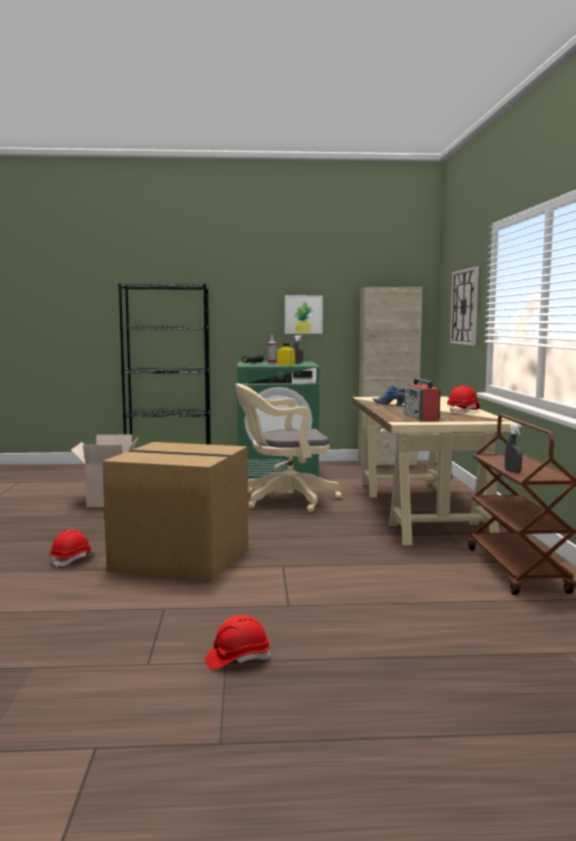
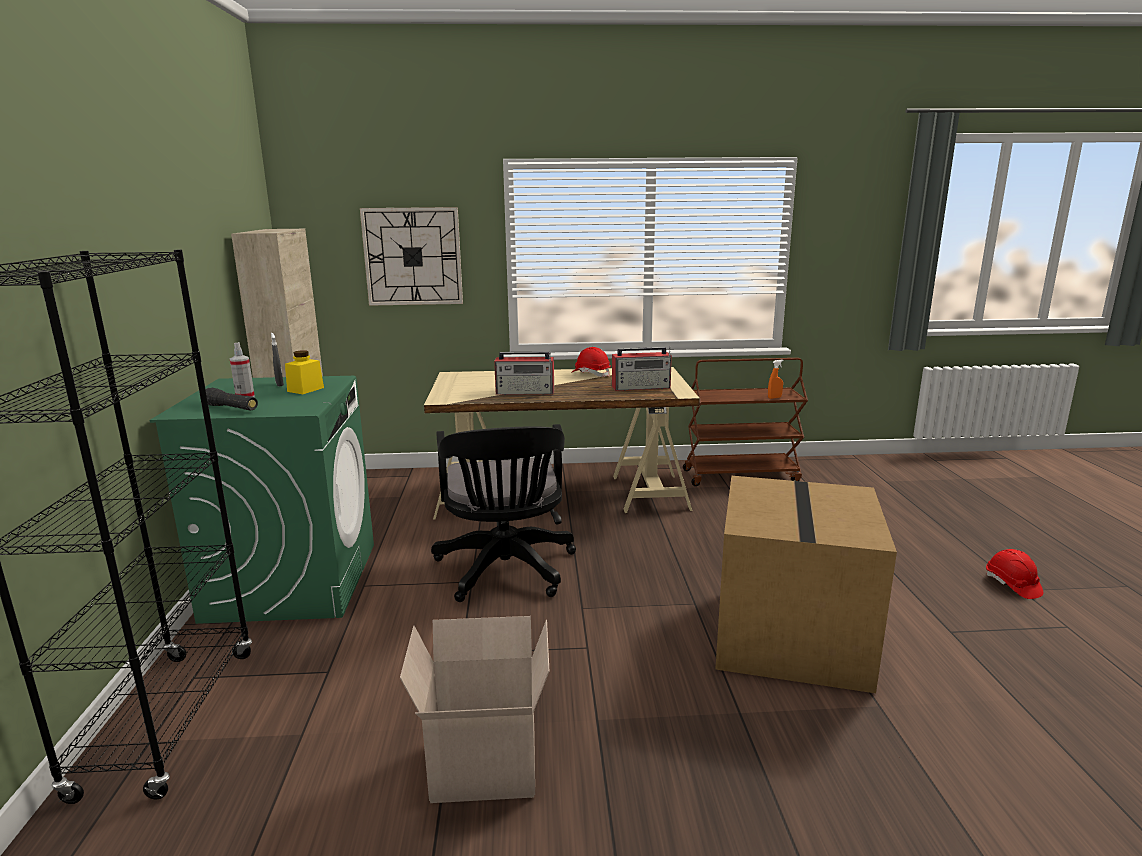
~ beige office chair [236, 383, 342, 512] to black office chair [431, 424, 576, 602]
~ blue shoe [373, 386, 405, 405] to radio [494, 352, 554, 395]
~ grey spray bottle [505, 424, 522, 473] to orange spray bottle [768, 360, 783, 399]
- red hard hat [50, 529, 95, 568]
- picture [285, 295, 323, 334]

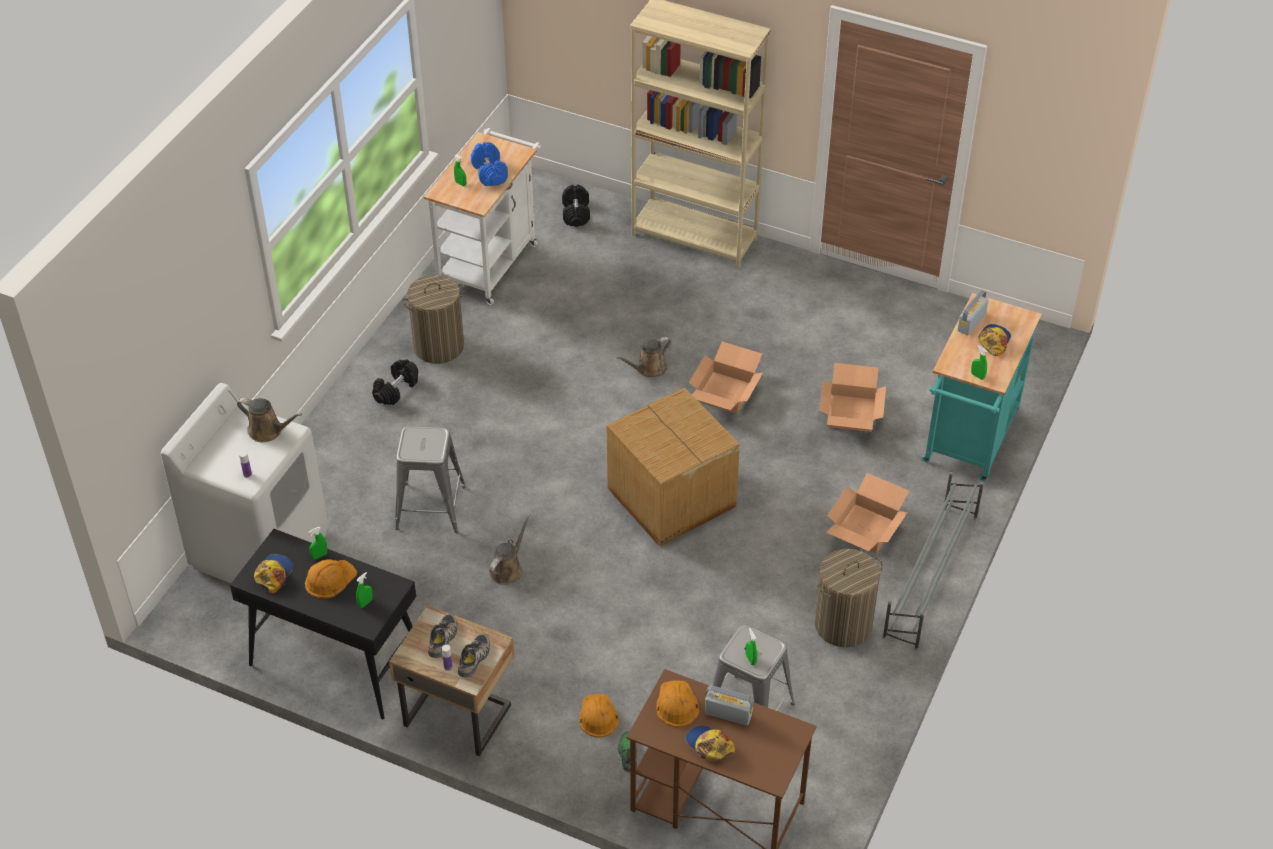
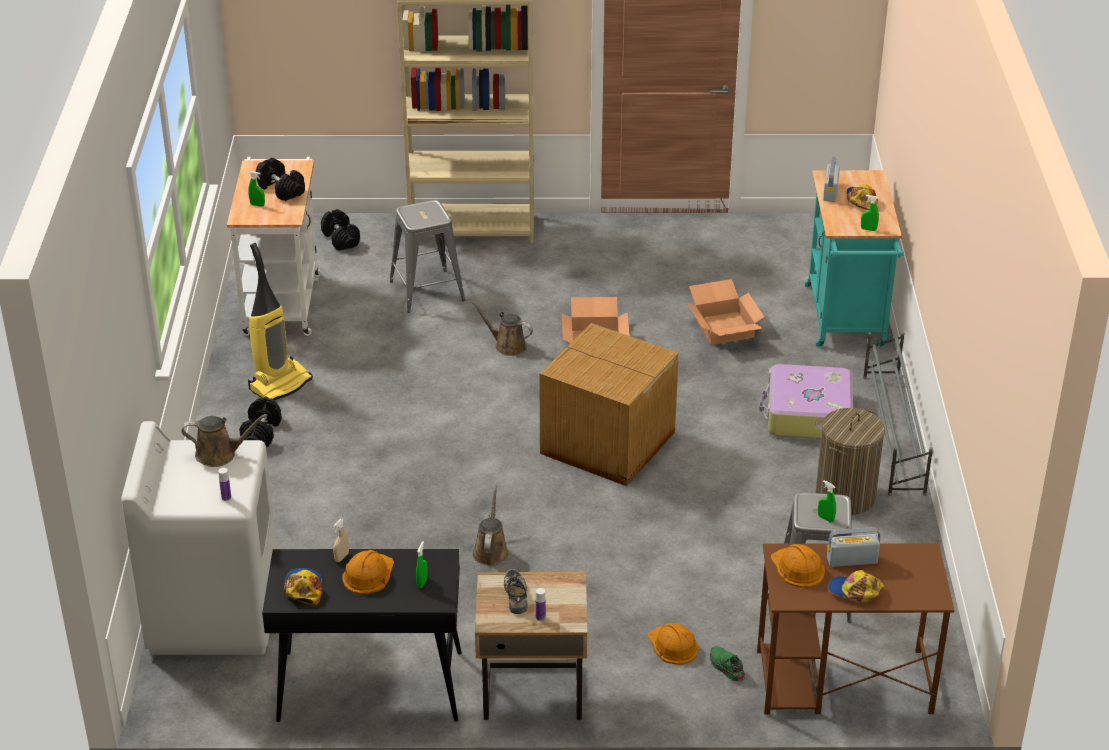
~ laundry basket [402, 275, 465, 364] to vacuum cleaner [248, 243, 313, 400]
~ blue dumbbell [471, 142, 508, 186] to black dumbbell [256, 158, 305, 201]
~ green spray bottle [308, 527, 328, 560] to beige spray bottle [333, 519, 349, 562]
~ grey stool [395, 426, 466, 533] to [390, 200, 465, 313]
~ brown watering can [617, 337, 671, 378] = [471, 300, 533, 356] 90 degrees clockwise
~ cardboard box [826, 473, 909, 554] to suitcase [759, 364, 853, 439]
- shoe [458, 633, 490, 677]

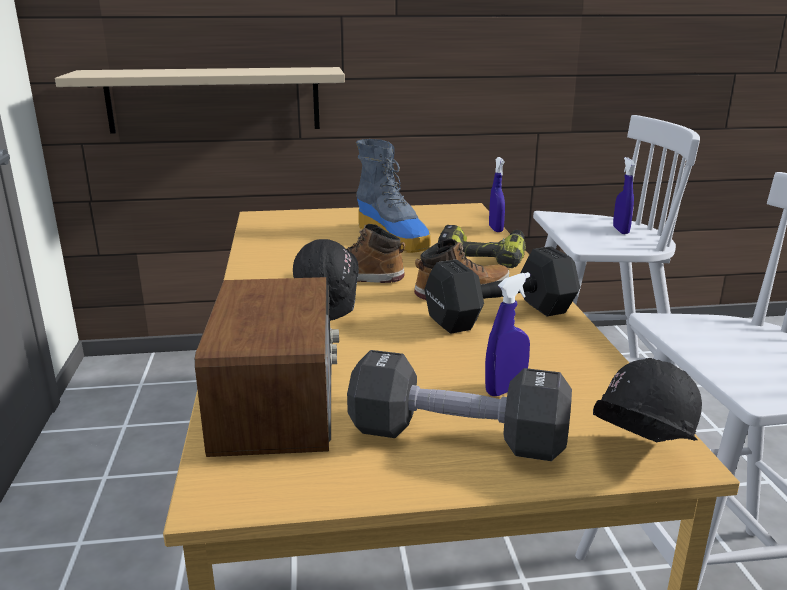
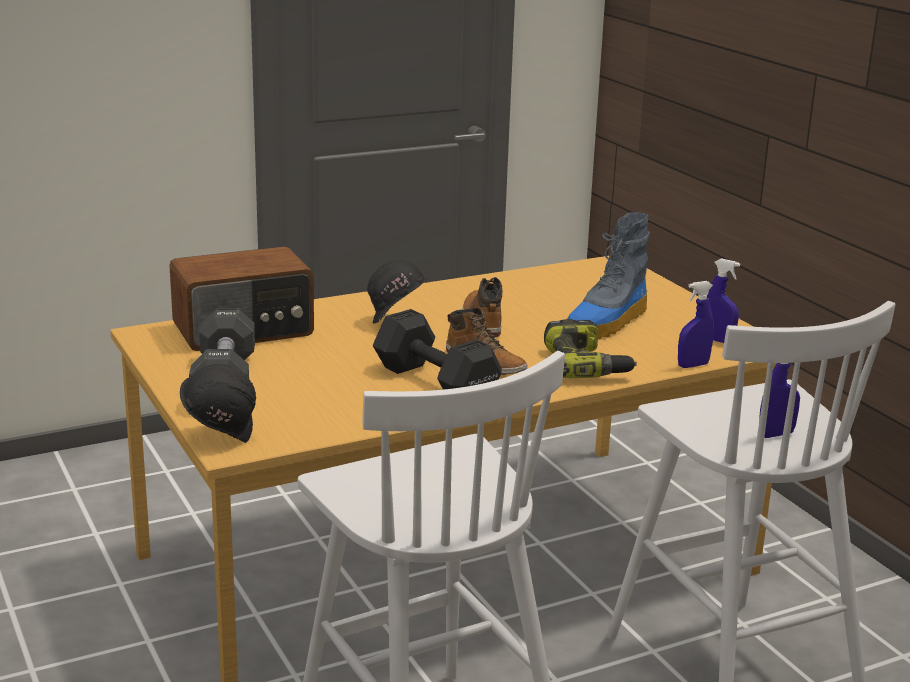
~ blue spray bottle [485, 272, 530, 396] to [707, 258, 740, 343]
- beige shelf [55, 67, 345, 134]

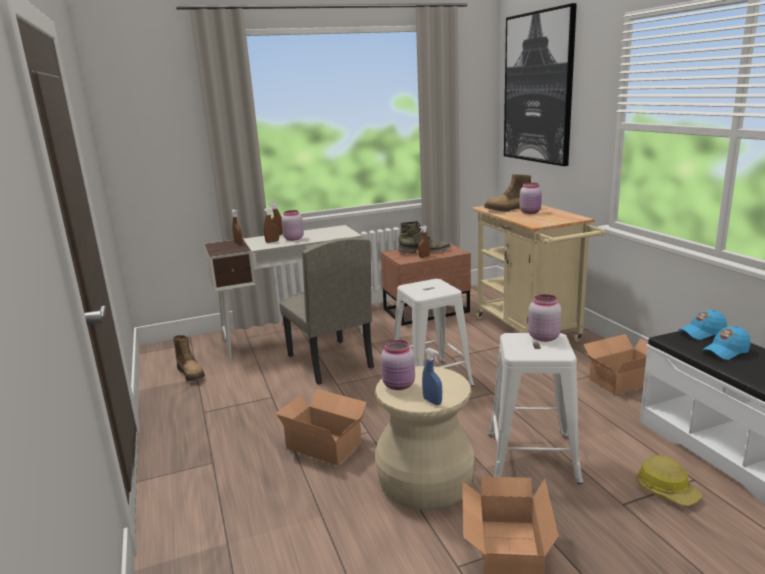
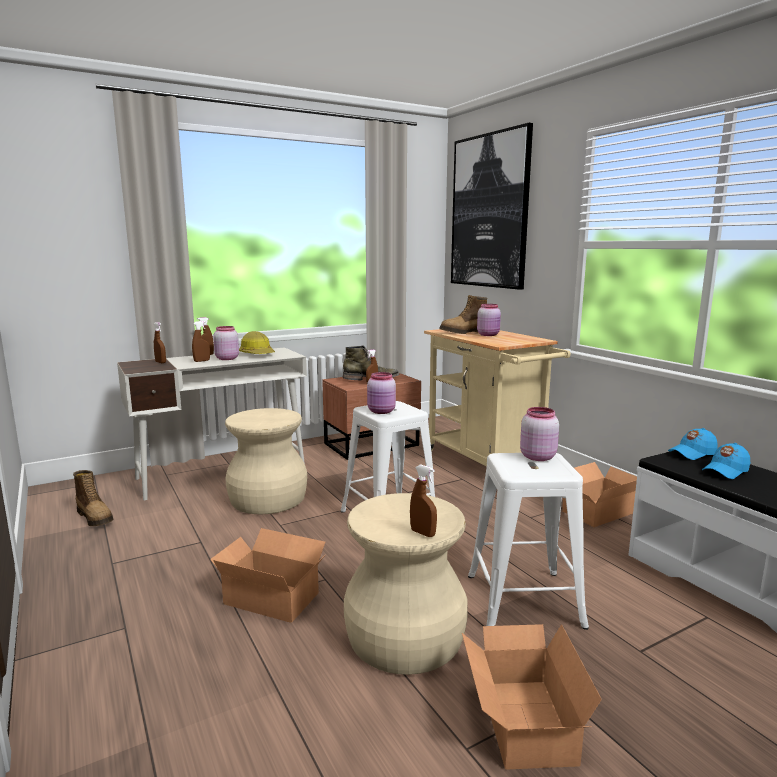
~ beige chair [279, 238, 374, 385] to beige stool [225, 408, 307, 514]
~ hard hat [637, 454, 703, 506] to [239, 331, 275, 354]
~ pink jar [381, 340, 415, 390] to [367, 372, 396, 414]
~ blue spray bottle [422, 348, 442, 405] to brown spray bottle [410, 464, 437, 537]

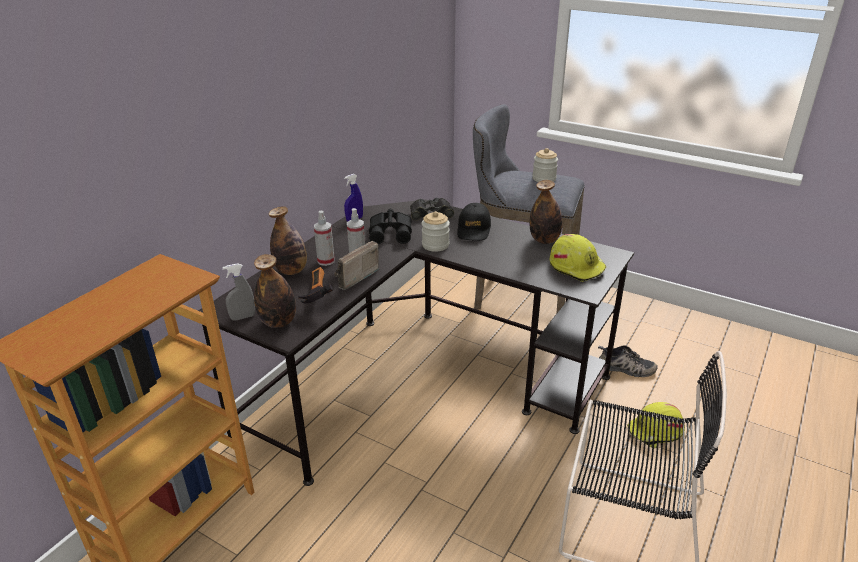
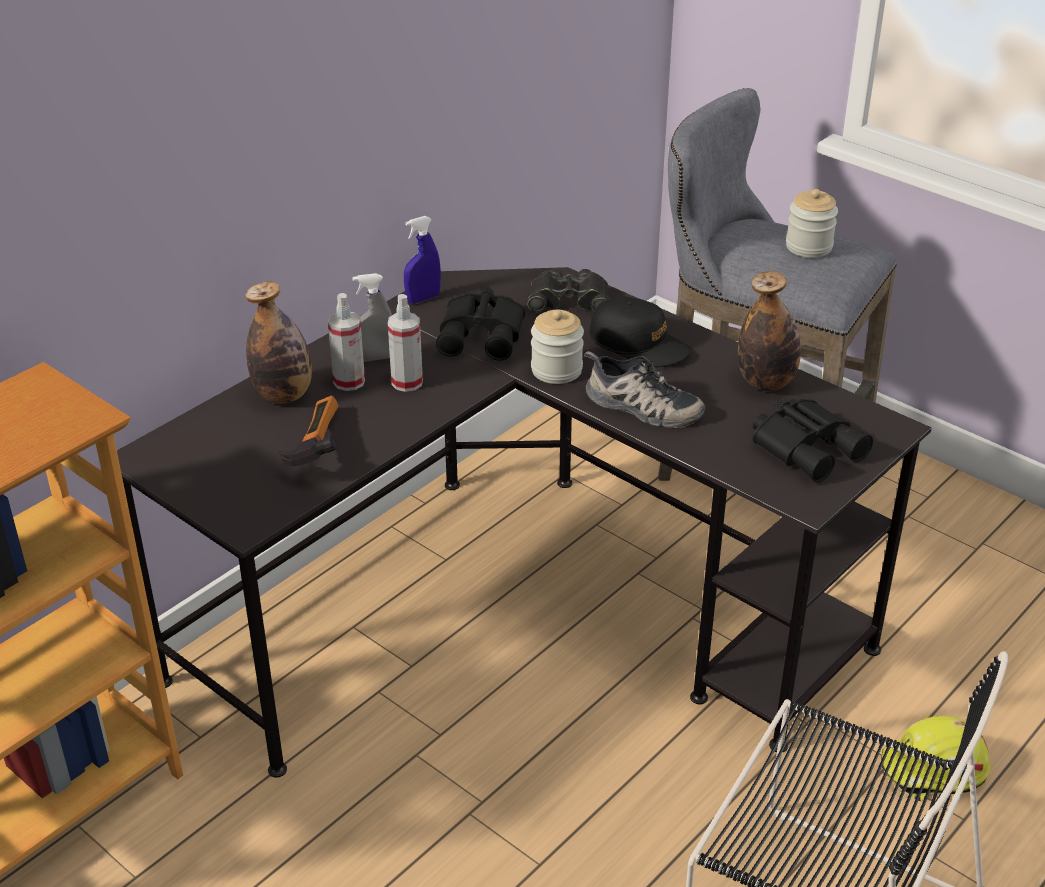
~ grey spray bottle [222, 263, 255, 320] to [352, 273, 392, 362]
~ shoe [598, 345, 658, 377] to [584, 351, 705, 428]
~ black cap [457, 203, 491, 241] = [589, 296, 692, 367] 75 degrees counterclockwise
~ yellow hard hat [550, 234, 606, 282] to black binoculars [753, 398, 873, 482]
- bottle [254, 254, 296, 328]
- radio [334, 241, 380, 290]

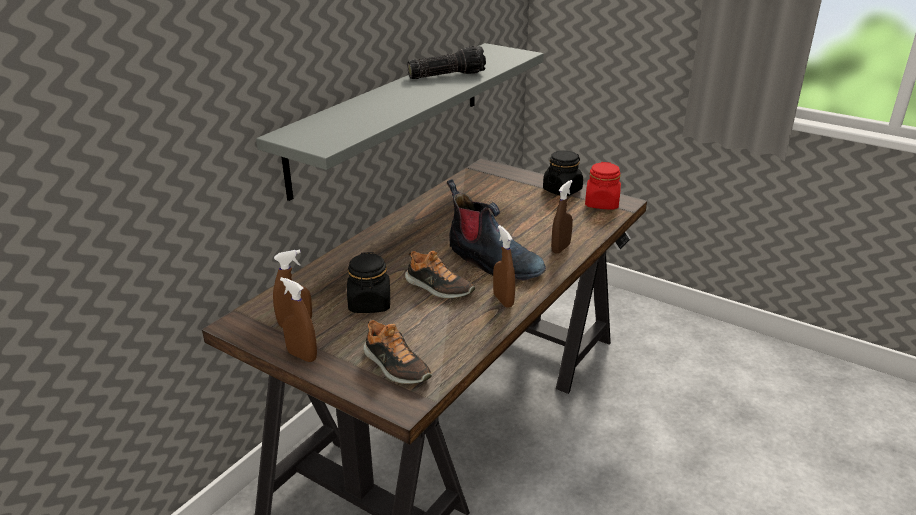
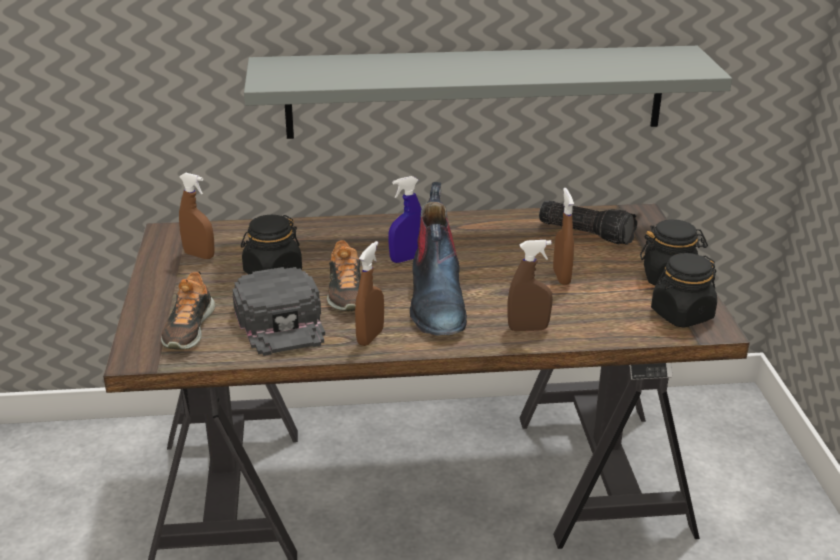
+ black cap [233, 267, 325, 356]
+ blue spray bottle [388, 176, 421, 263]
~ flashlight [407, 46, 486, 79] to [539, 201, 637, 245]
~ brown spray bottle [280, 277, 317, 362] to [553, 188, 574, 285]
~ red jar [585, 162, 621, 209] to black jar [651, 253, 717, 327]

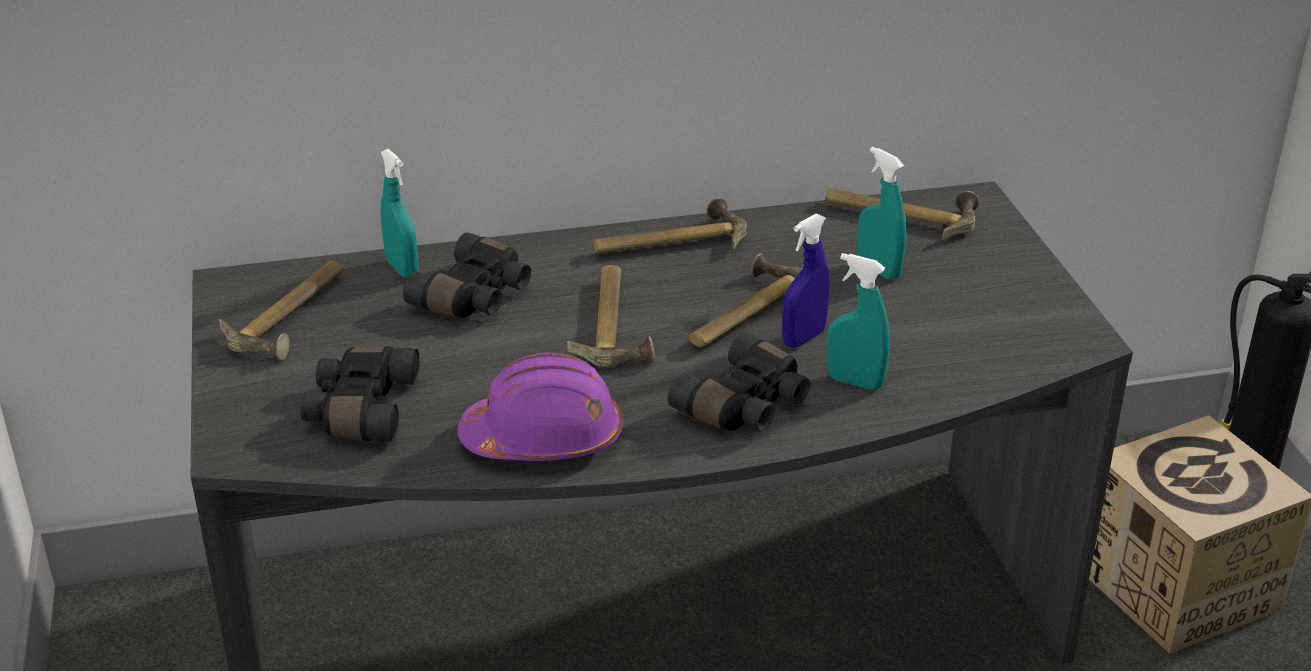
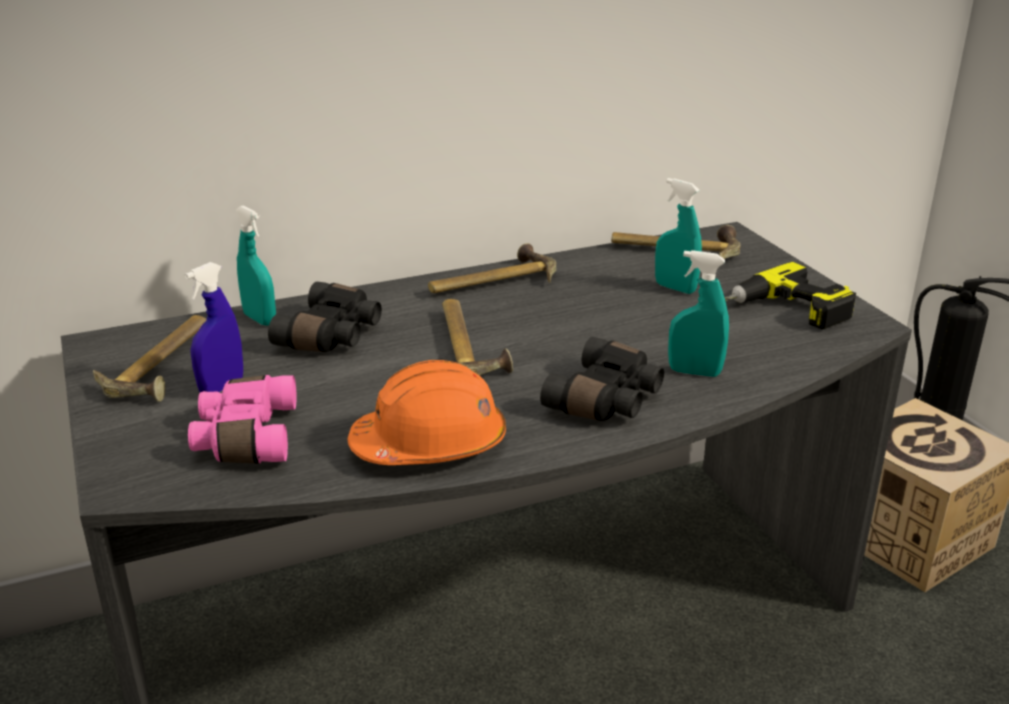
~ blue spray bottle [782, 214, 830, 348] to [185, 262, 243, 392]
~ black binoculars [300, 346, 420, 442] to pink binoculars [188, 375, 296, 464]
~ purple hard hat [458, 353, 623, 461] to orange hard hat [348, 360, 506, 465]
+ power drill [725, 262, 856, 330]
- hammer [689, 253, 802, 347]

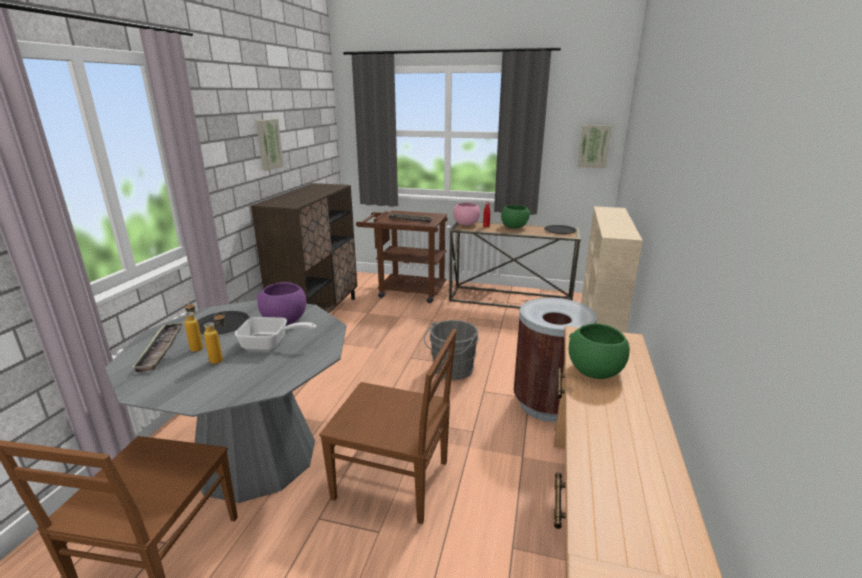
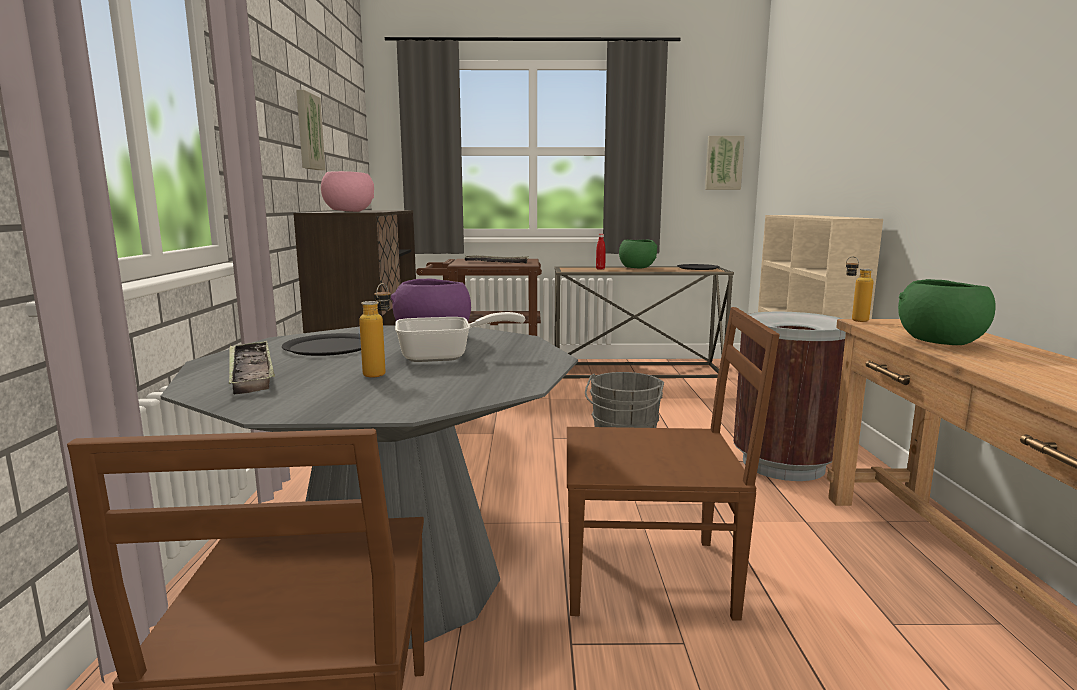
~ pink bowl [453, 202, 480, 225] to [321, 171, 374, 212]
~ bottle [184, 301, 203, 352] to [846, 256, 873, 322]

